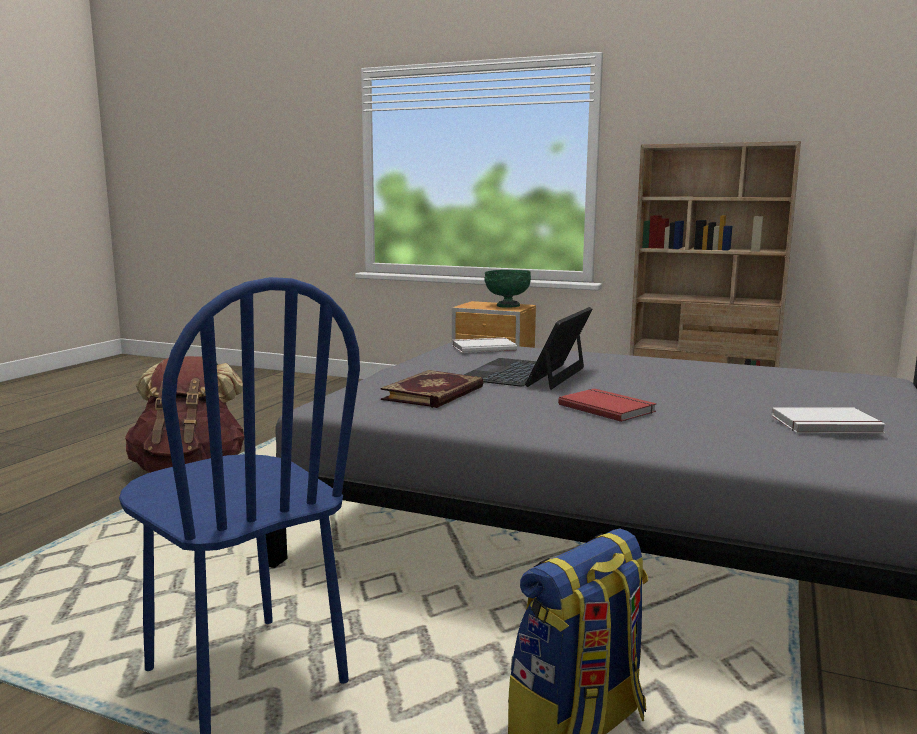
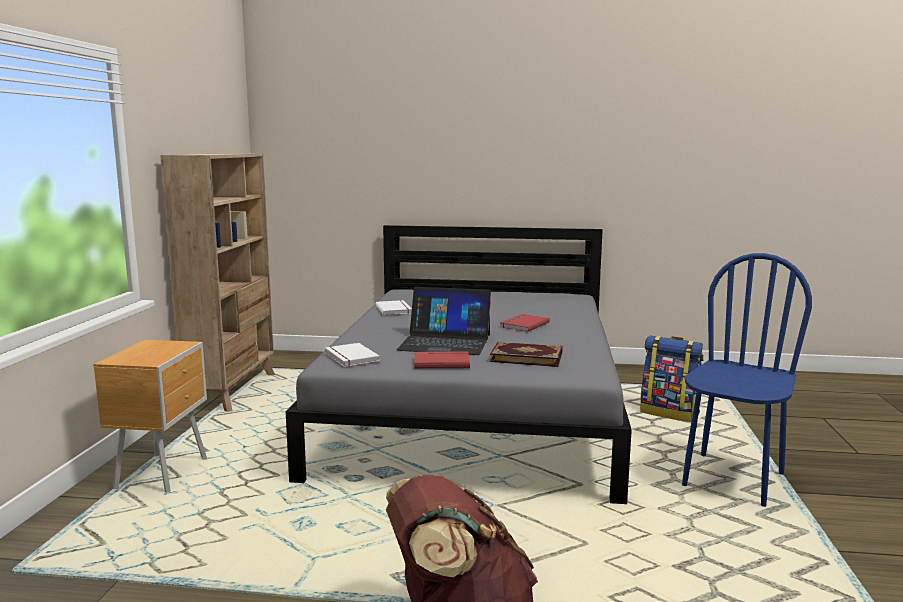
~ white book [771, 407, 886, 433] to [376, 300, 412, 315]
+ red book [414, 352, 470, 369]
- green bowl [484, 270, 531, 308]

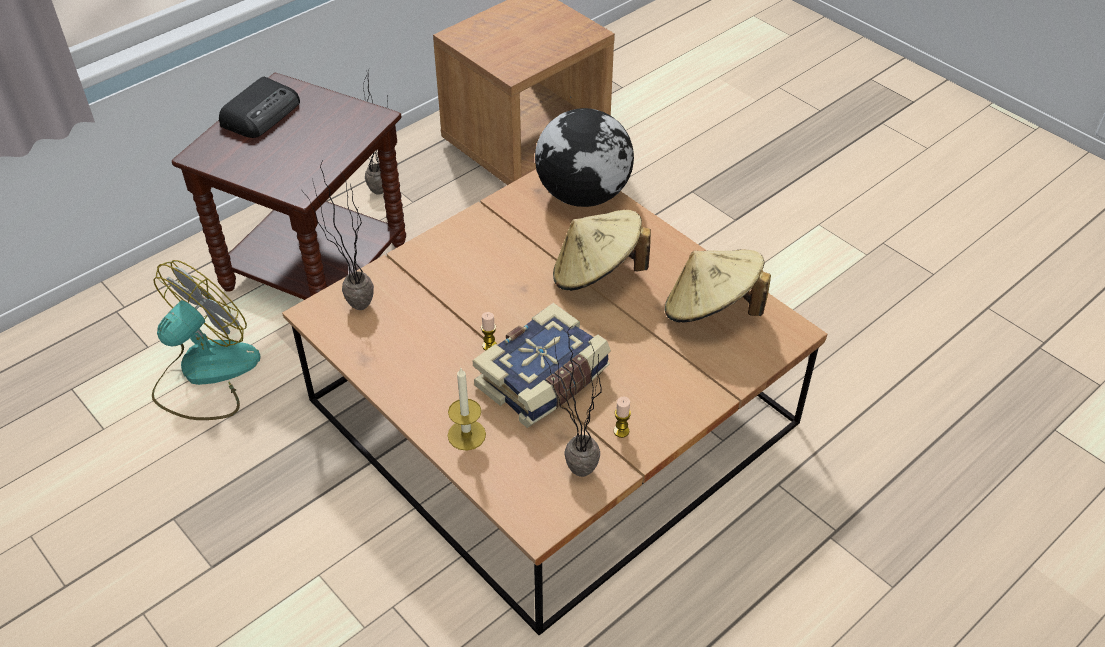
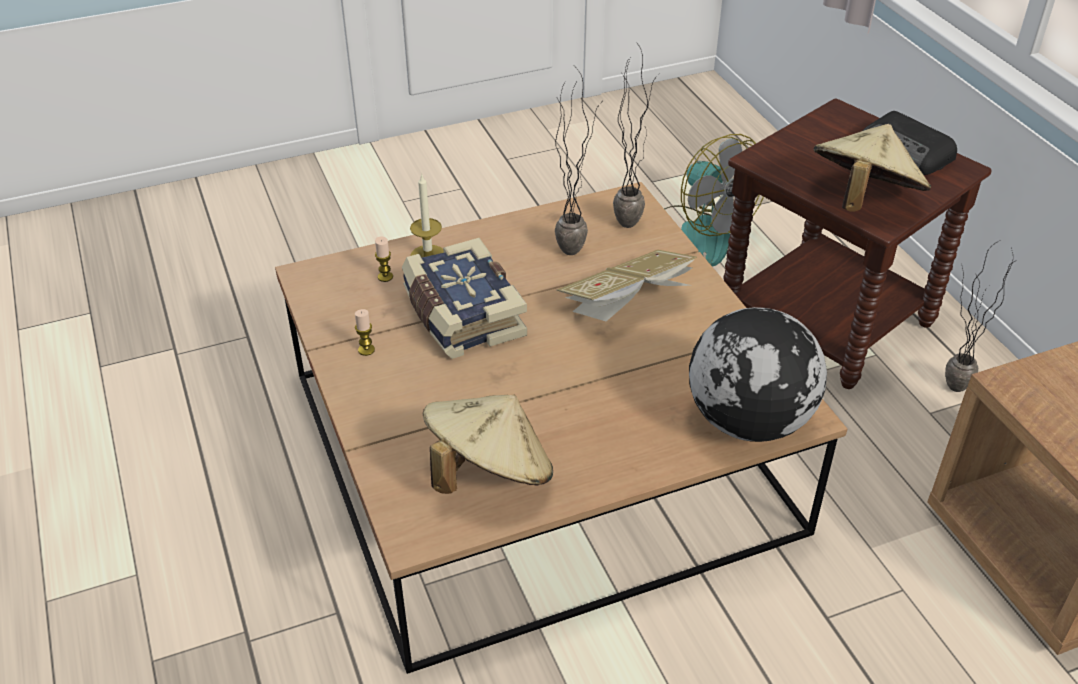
~ candle [481, 312, 497, 350] to [375, 236, 393, 282]
~ potted plant [544, 326, 603, 477] to [555, 68, 601, 255]
+ book [557, 250, 697, 321]
~ beige hat [553, 210, 651, 291] to [813, 124, 931, 212]

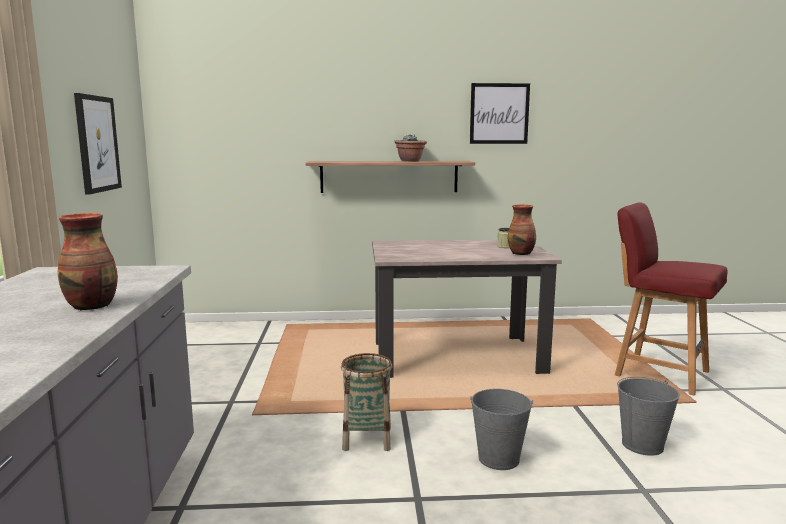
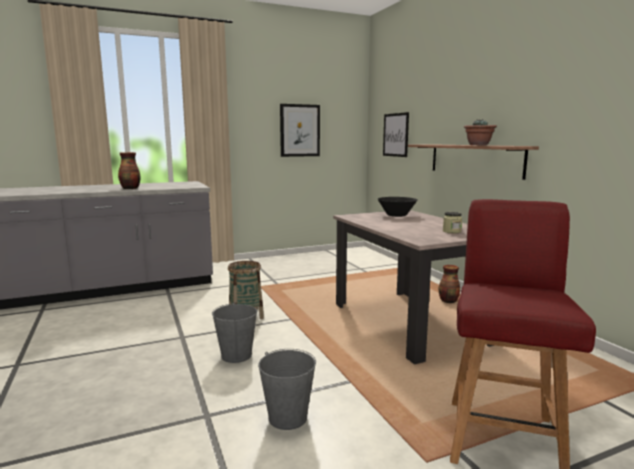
+ black bowl [378, 197, 417, 217]
~ picture [470, 83, 530, 144] to [383, 112, 409, 157]
~ vase [508, 205, 536, 255] to [439, 265, 460, 303]

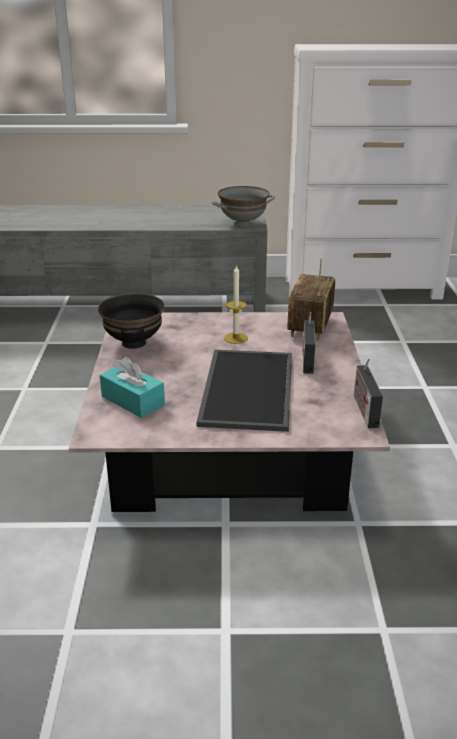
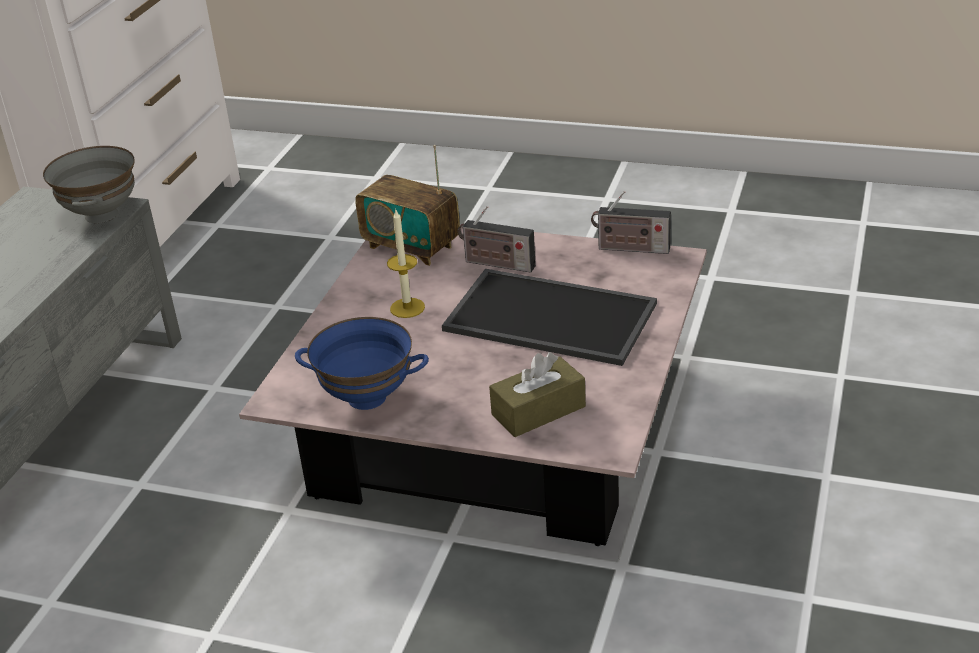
~ black bowl [98, 293, 165, 349] to blue bowl [295, 317, 429, 410]
~ turquoise tissue box [100, 356, 165, 418] to brown tissue box [489, 352, 586, 437]

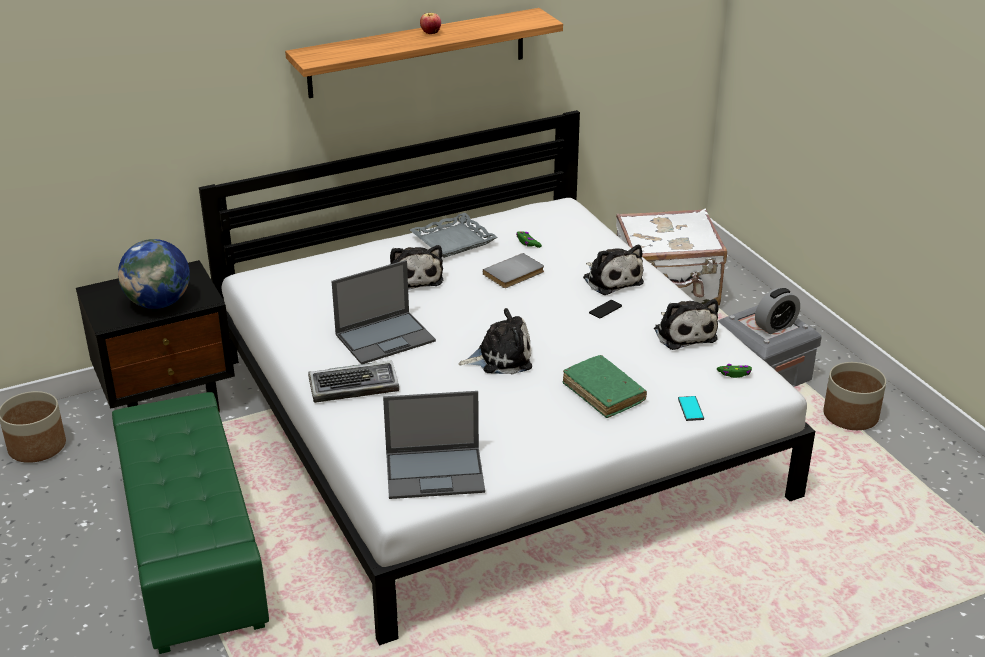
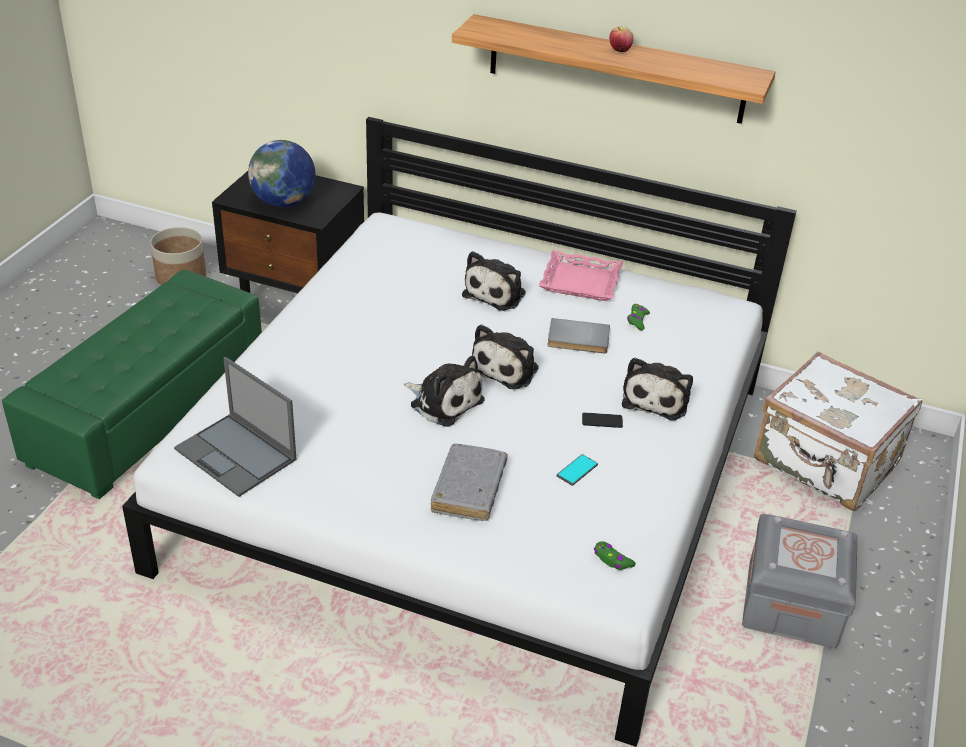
~ green book [562, 355, 647, 418] to grey book [431, 443, 508, 521]
~ plush toy [654, 299, 718, 350] to [472, 324, 539, 390]
~ grey tray [410, 213, 497, 258] to pink tray [538, 250, 623, 301]
~ phone [678, 396, 704, 421] to [557, 454, 598, 486]
- keyboard [308, 360, 399, 403]
- laptop [332, 260, 436, 364]
- alarm clock [755, 288, 800, 334]
- planter [823, 362, 886, 430]

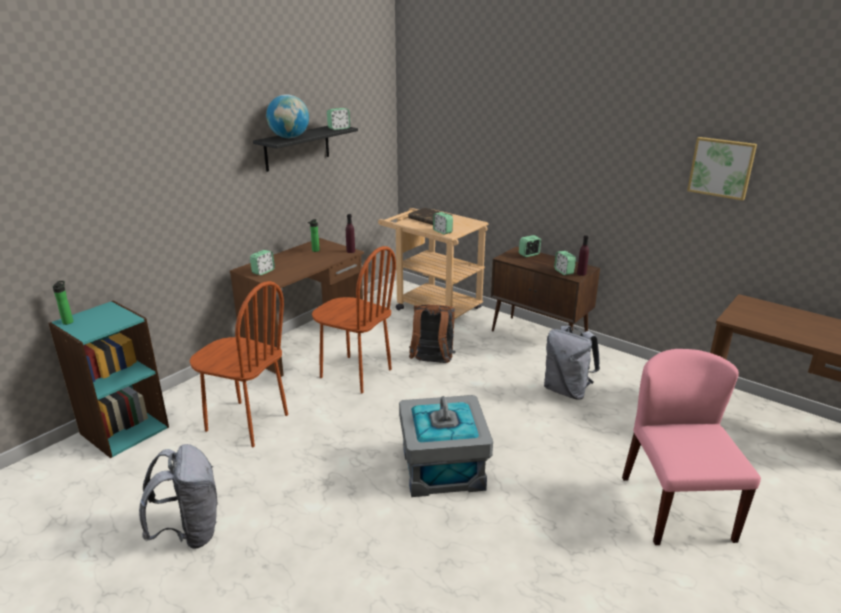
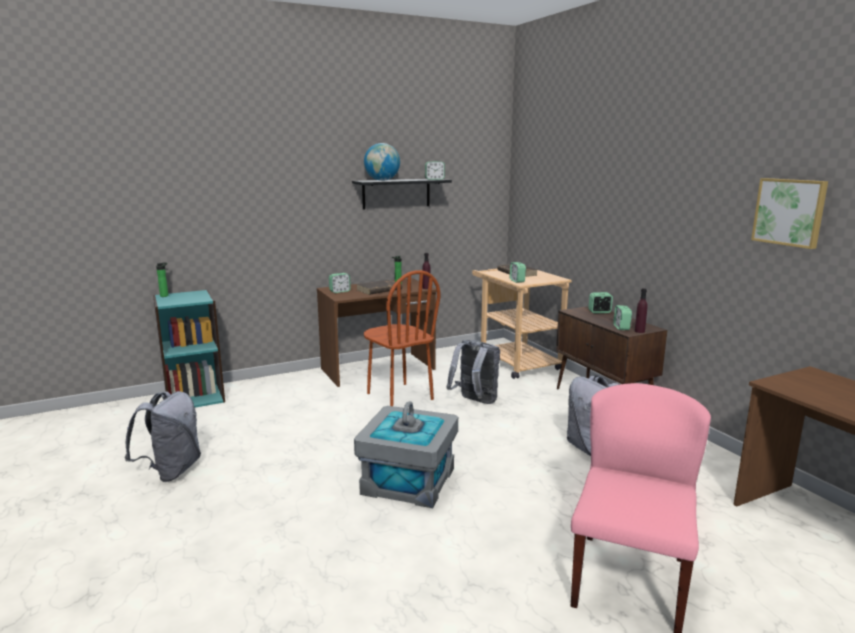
+ brown book [356, 280, 402, 295]
~ brown backpack [409, 305, 455, 363] to grey backpack [446, 340, 500, 404]
- brown chair [190, 281, 288, 447]

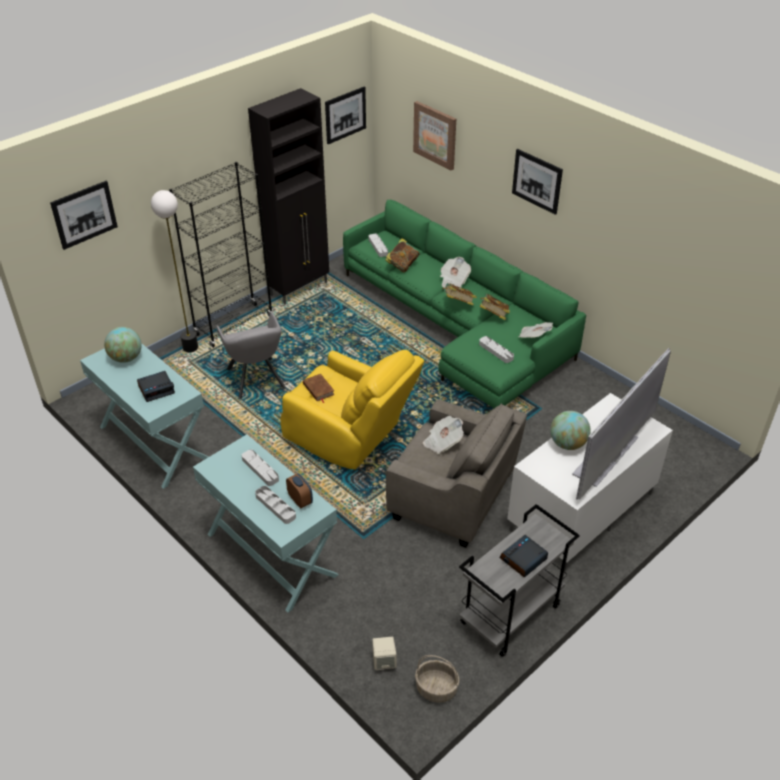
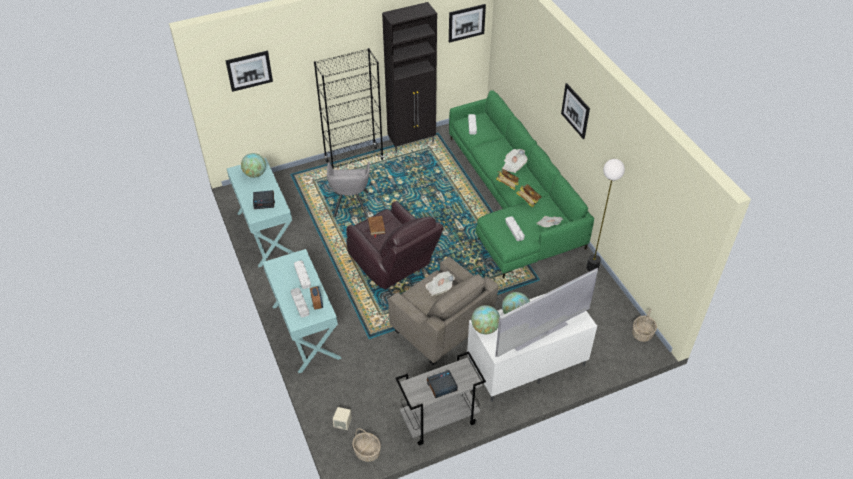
~ yellow armchair [280, 350, 424, 470] to brown armchair [347, 201, 443, 289]
+ globe [471, 305, 500, 334]
~ floor lamp [151, 190, 198, 352] to [586, 159, 625, 272]
+ basket [632, 309, 657, 342]
- book [385, 238, 419, 272]
- picture [413, 101, 456, 170]

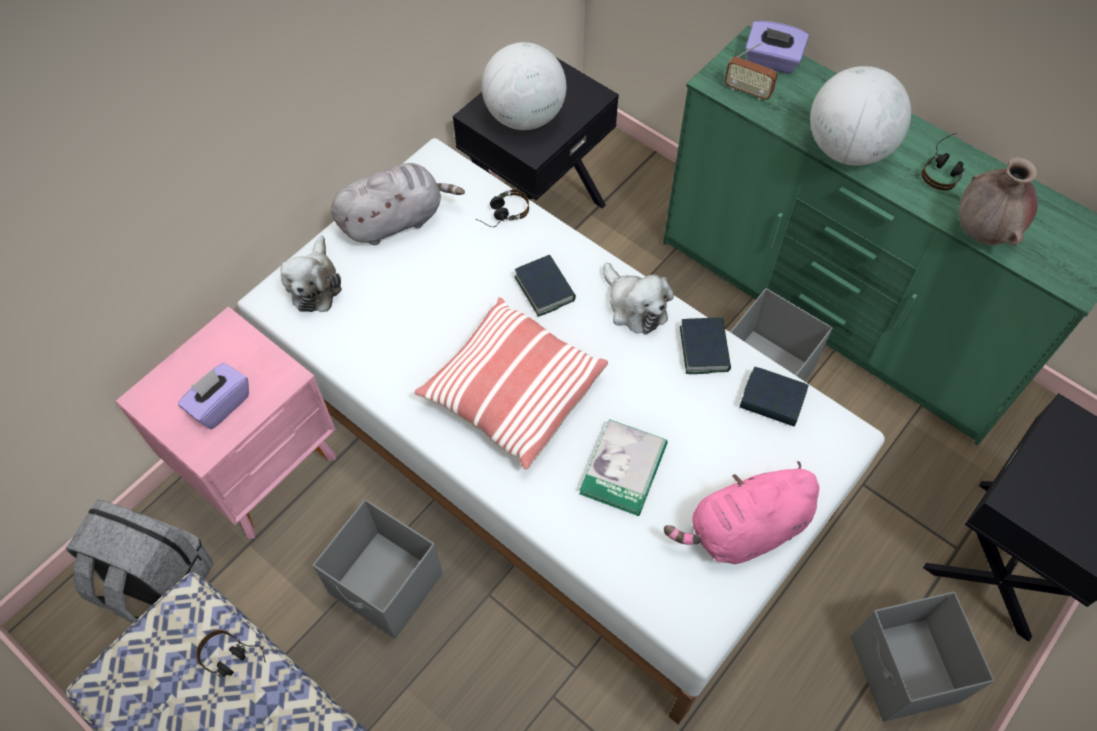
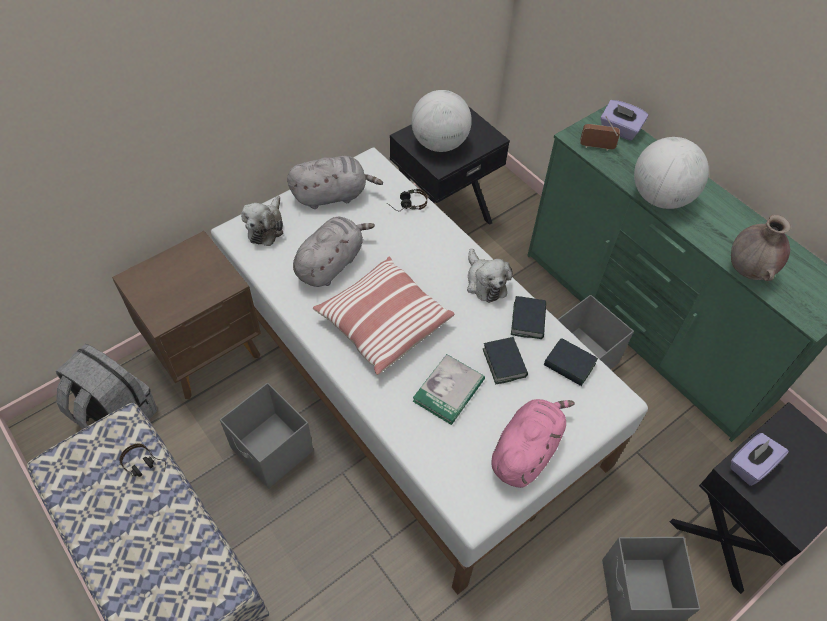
~ pink nightstand [116, 306, 336, 539] to brown nightstand [112, 231, 261, 399]
+ grey plush toy [293, 217, 375, 287]
~ book [515, 255, 576, 317] to [483, 337, 528, 384]
~ pink plush toy [664, 461, 819, 564] = [492, 399, 575, 488] 135 degrees clockwise
~ radio [725, 42, 778, 101] = [580, 116, 620, 151] 150 degrees clockwise
~ purple tissue box [178, 363, 249, 429] to [730, 433, 789, 486]
- headphones [921, 133, 965, 191]

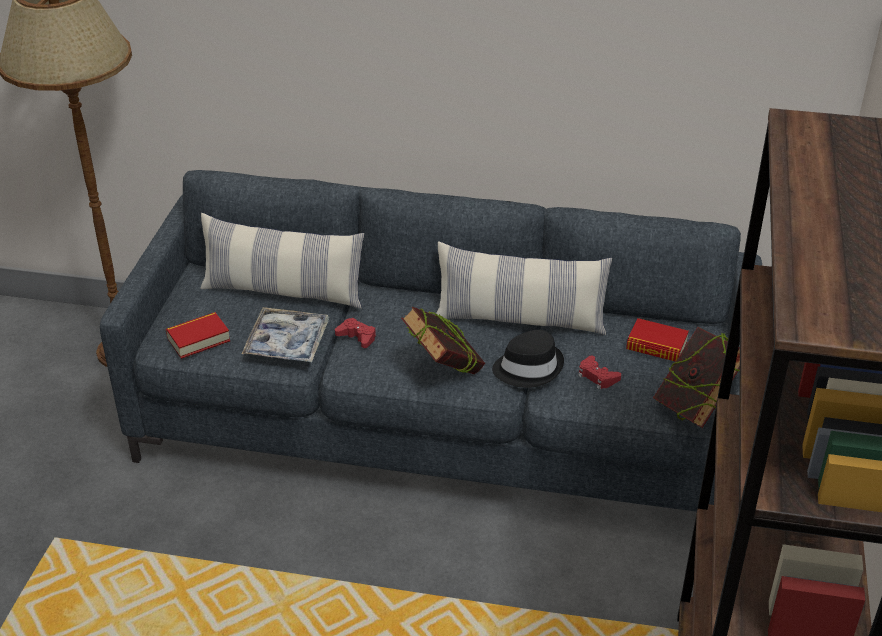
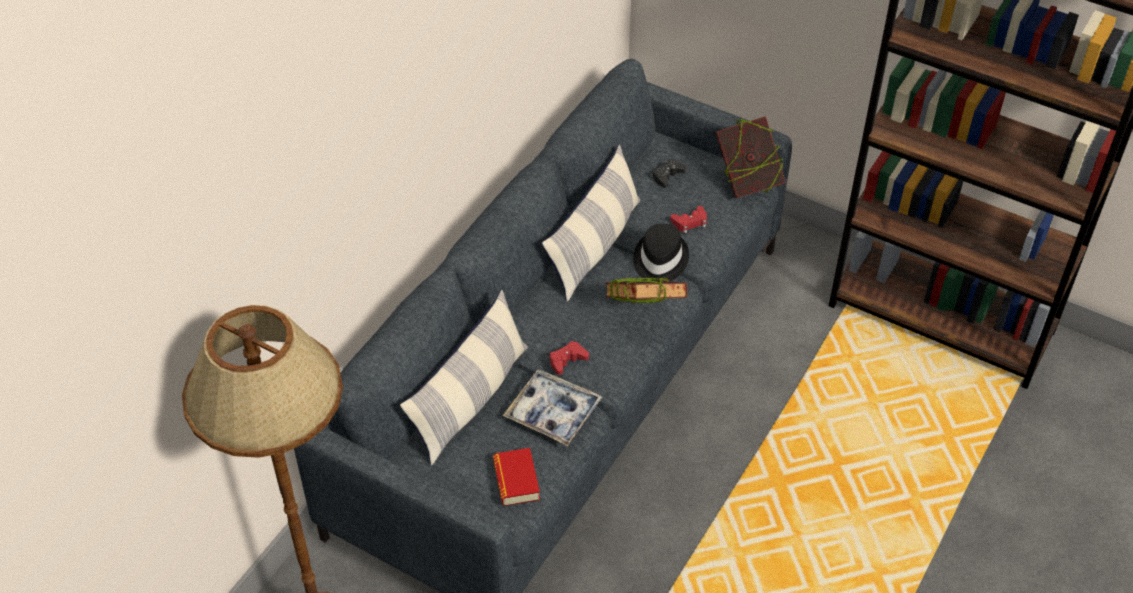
~ book [626, 318, 689, 362] to black game controller [652, 159, 687, 188]

